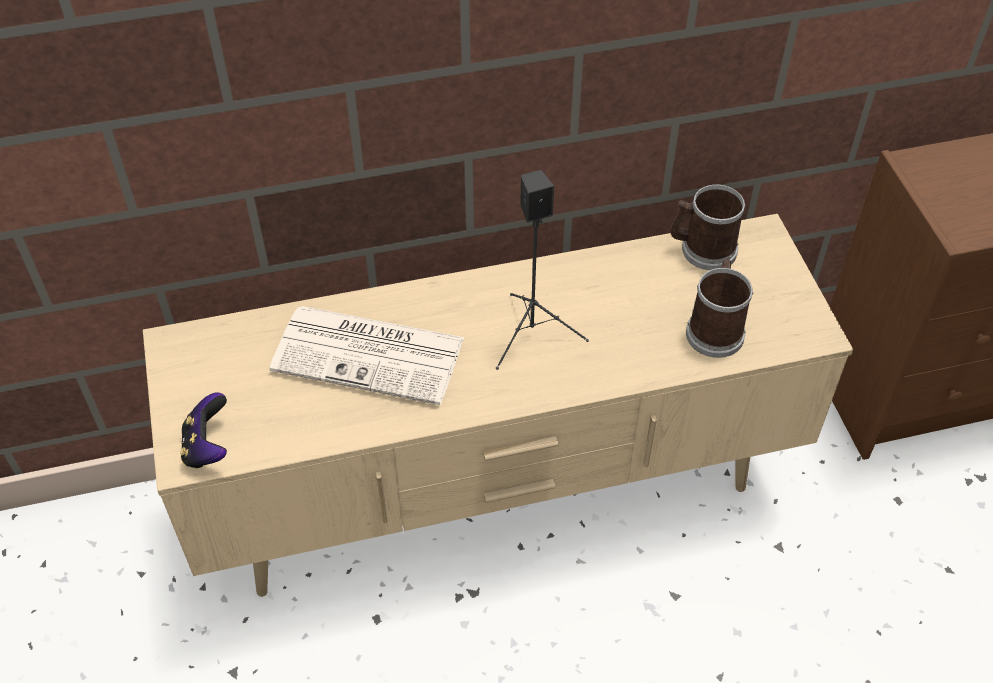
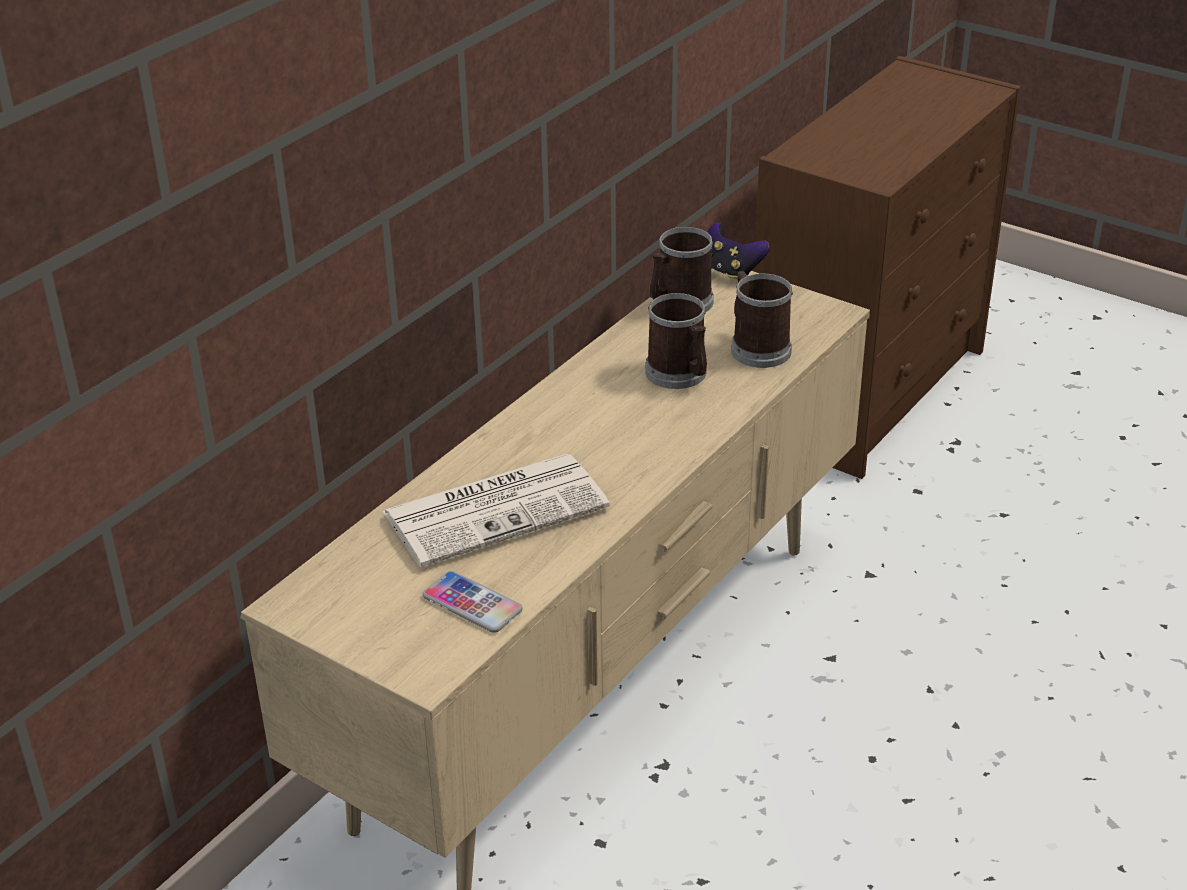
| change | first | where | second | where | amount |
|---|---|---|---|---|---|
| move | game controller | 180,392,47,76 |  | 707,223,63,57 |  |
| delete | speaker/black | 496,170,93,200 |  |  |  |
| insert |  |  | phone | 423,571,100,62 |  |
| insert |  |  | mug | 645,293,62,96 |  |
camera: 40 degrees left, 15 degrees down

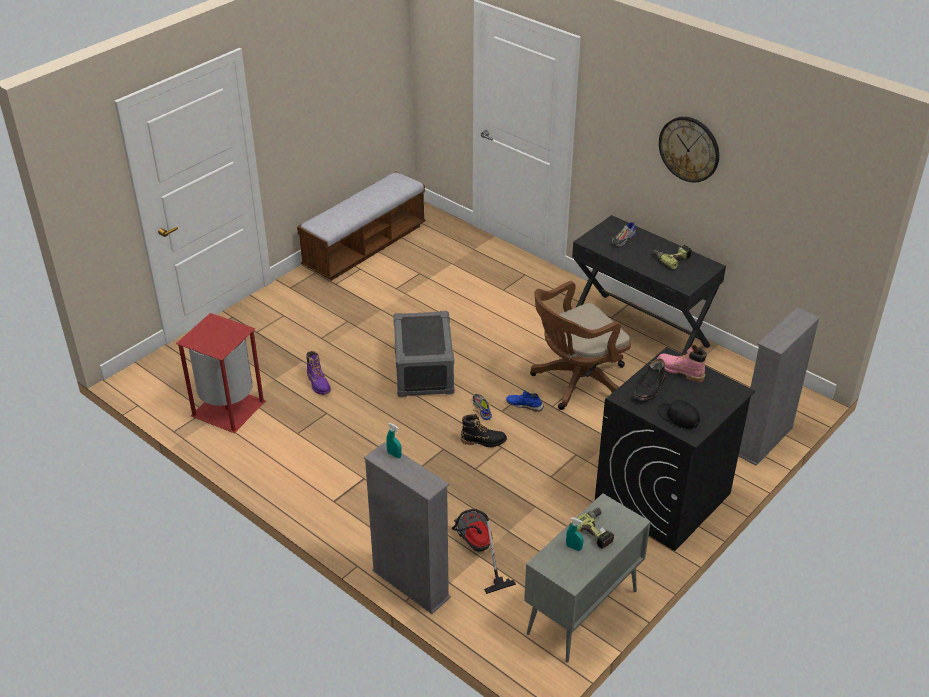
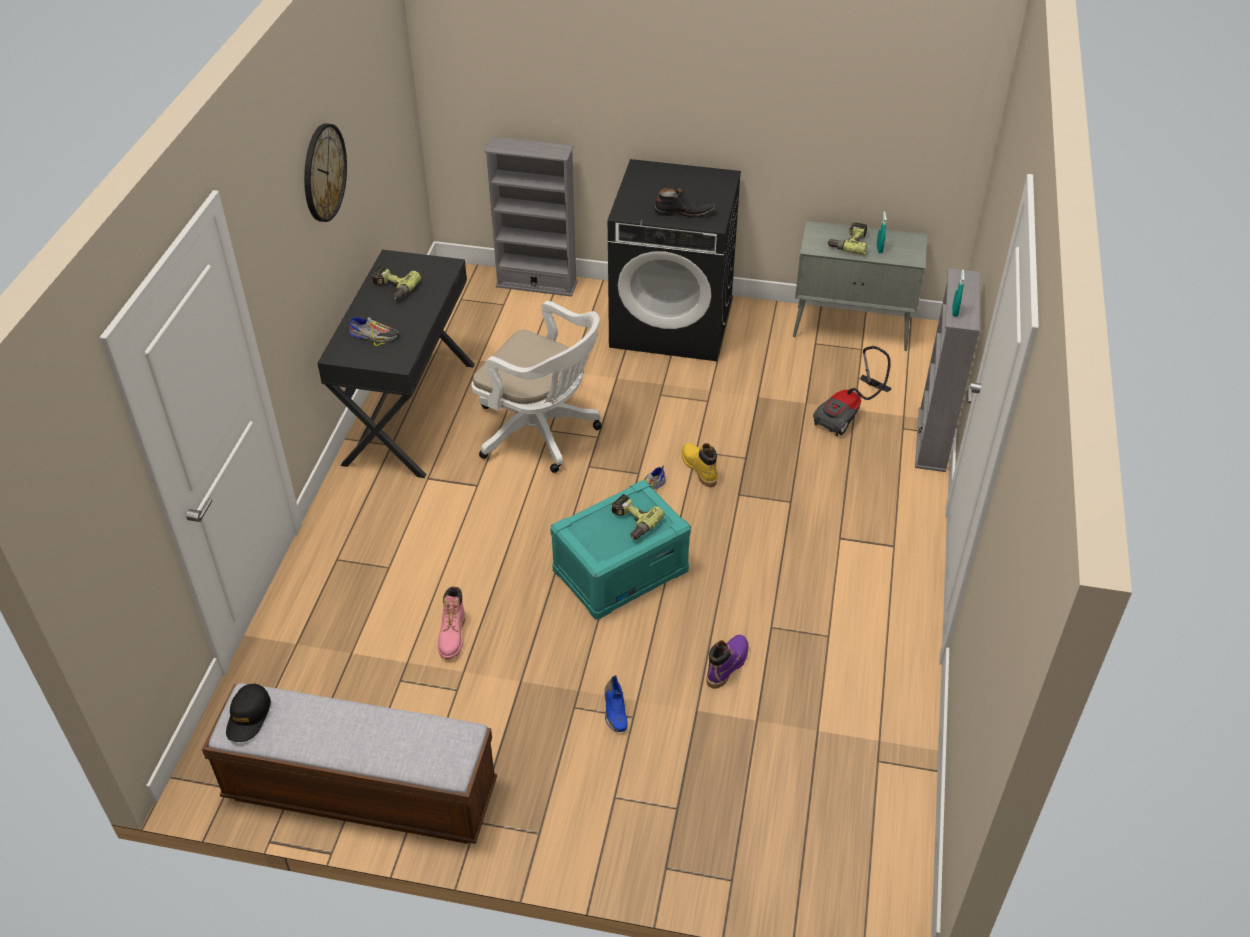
| change | first | where | second | where | amount |
|---|---|---|---|---|---|
| delete | trash can/red | 176,313,90,120 |  |  |  |
| recolor | storage box/grey | 393,311,62,86 | storage box/turquoise | 550,480,141,139 |  |
| recolor | boot/black | 460,414,47,33 | boot/yellow | 681,443,37,44 |  |
| move | shoe/blue | 506,390,38,22 |  | 604,675,24,57 |  |
| recolor | office chair/brown | 530,281,101,129 | office chair/white | 471,301,131,172 |  |
| move | boot/pink | 657,344,50,38 |  | 438,586,27,73 |  |
| move | cap/black | 657,400,43,29 |  | 226,684,45,58 |  |
| insert |  |  | power drill | 612,494,52,46 |  |
camera: 120 degrees left, 5 degrees up

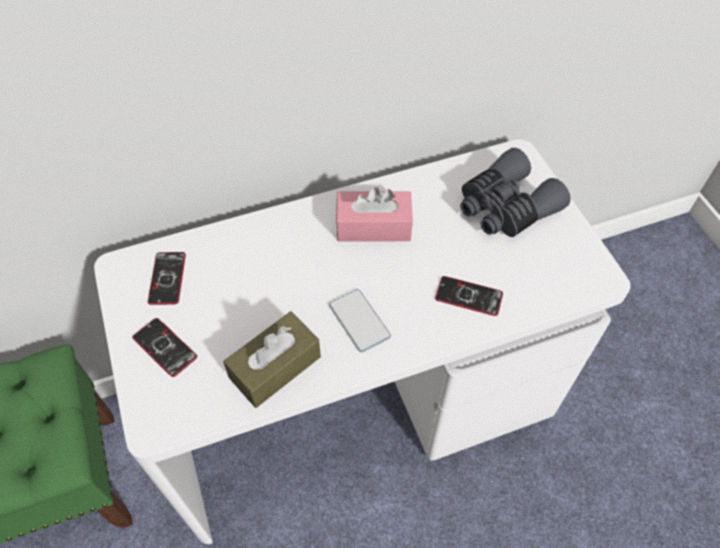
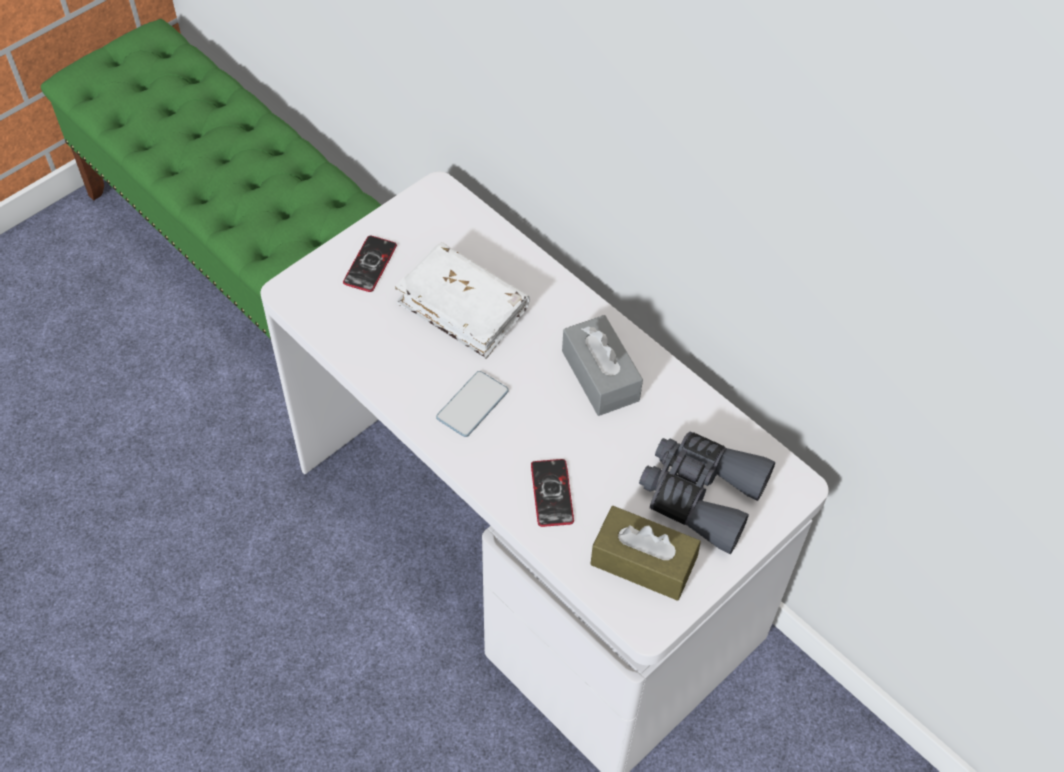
| change | first | where | second | where | amount |
|---|---|---|---|---|---|
| delete | phone | 148,252,38,53 |  |  |  |
| move | tissue box/brown | 223,312,98,96 |  | 591,506,110,95 |  |
| recolor | tissue box/pink | 336,187,77,55 | tissue box/grey | 562,315,81,101 |  |
| insert |  |  | book/white | 395,242,135,117 |  |
camera: 65 degrees right, 0 degrees up

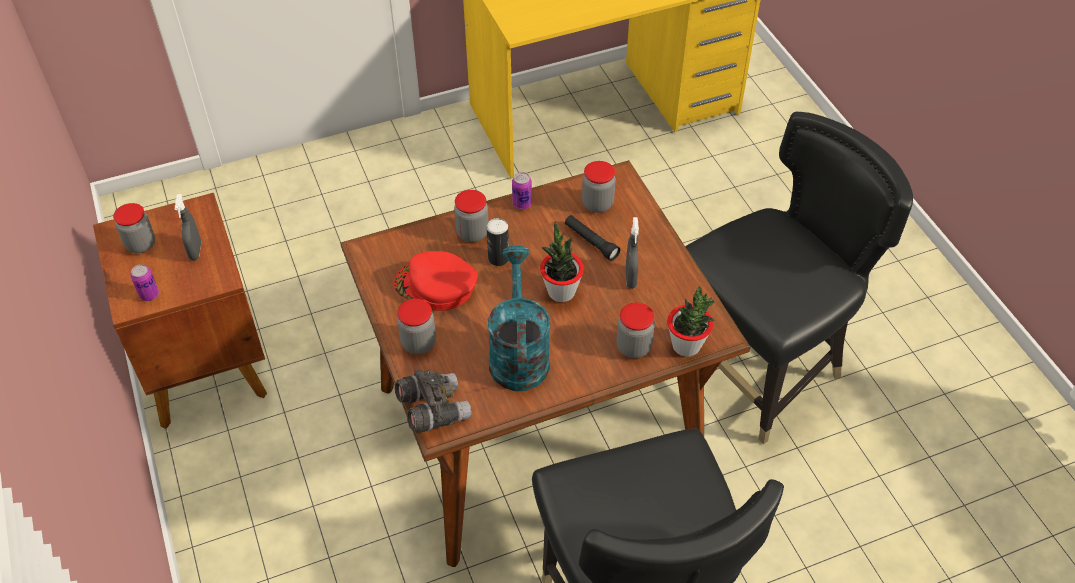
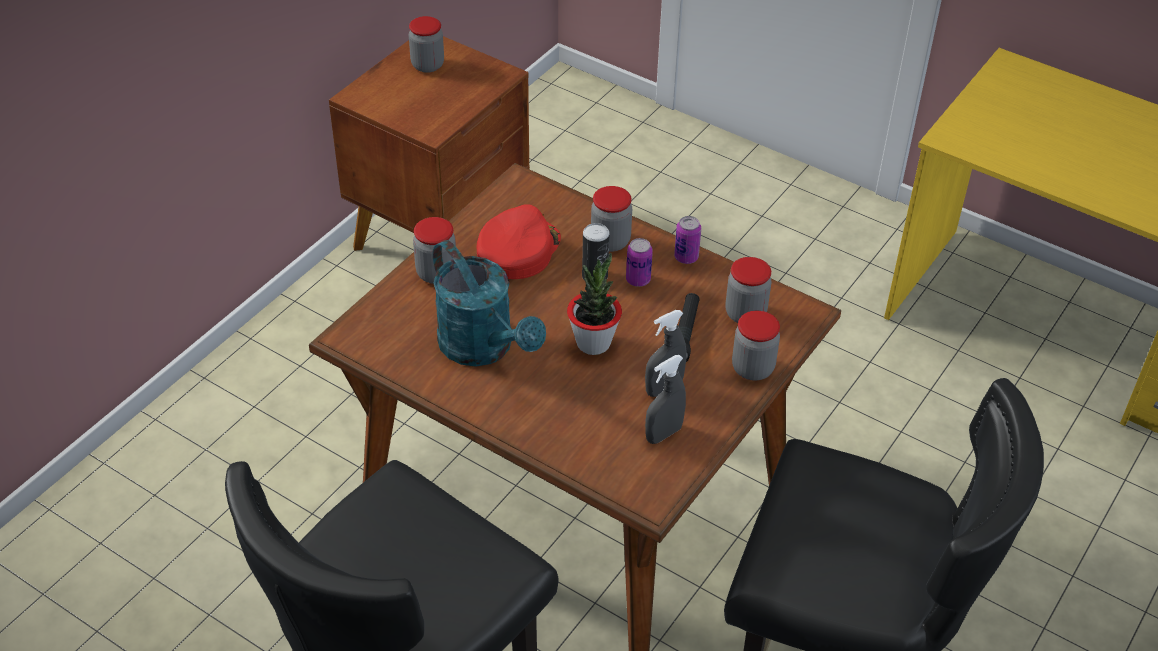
| change | first | where | second | where | amount |
|---|---|---|---|---|---|
| move | can | 131,264,28,37 |  | 626,238,27,49 |  |
| move | spray bottle/grey | 175,194,26,67 |  | 645,355,41,89 |  |
| rotate | cap/red | 394,251,84,60 |  | 477,204,84,75 | 45 degrees clockwise |
| delete | binoculars/grey | 395,370,76,62 |  |  |  |
| rotate | watering can/turquoise | 488,246,62,145 |  | 433,240,113,127 | 90 degrees clockwise |
| move | jar | 617,303,38,55 |  | 732,311,48,70 |  |
| delete | potted plant | 667,285,48,72 |  |  |  |
camera: 55 degrees right, 5 degrees down

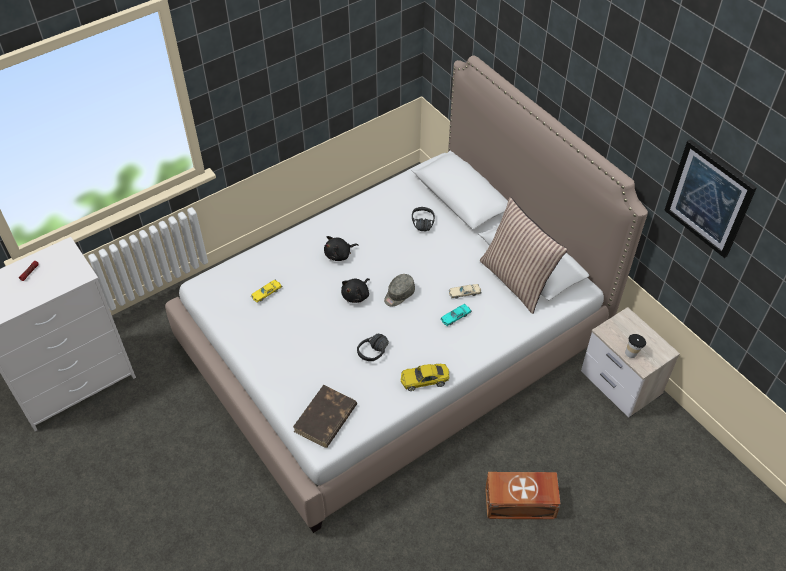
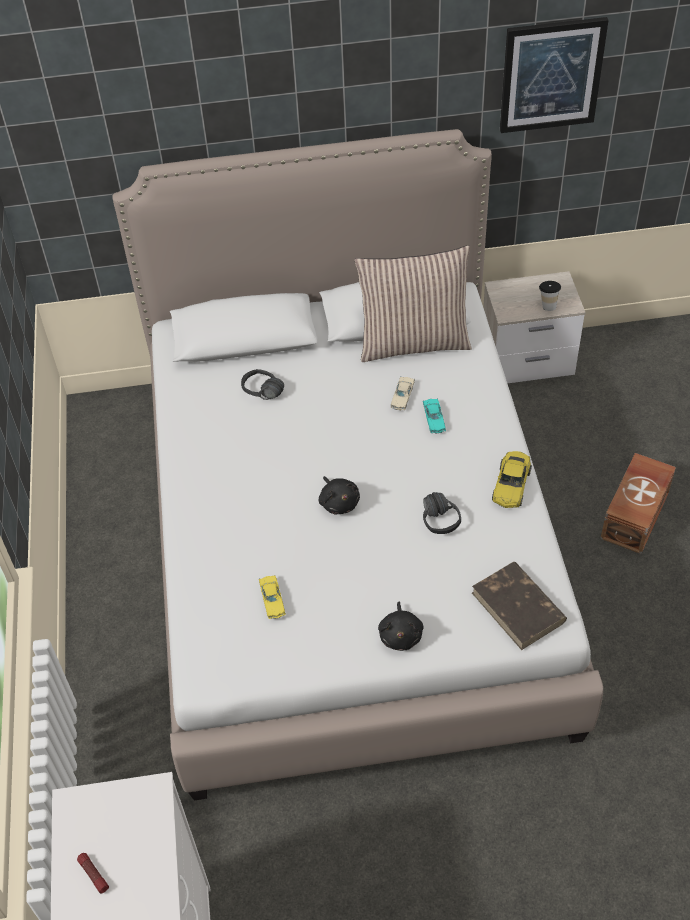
| change | first | where | second | where | amount |
|---|---|---|---|---|---|
| move | plush toy/black | 324,236,35,25 |  | 378,602,46,49 |  |
| delete | cap/grey | 384,274,31,32 |  |  |  |
camera: 60 degrees left, 0 degrees up

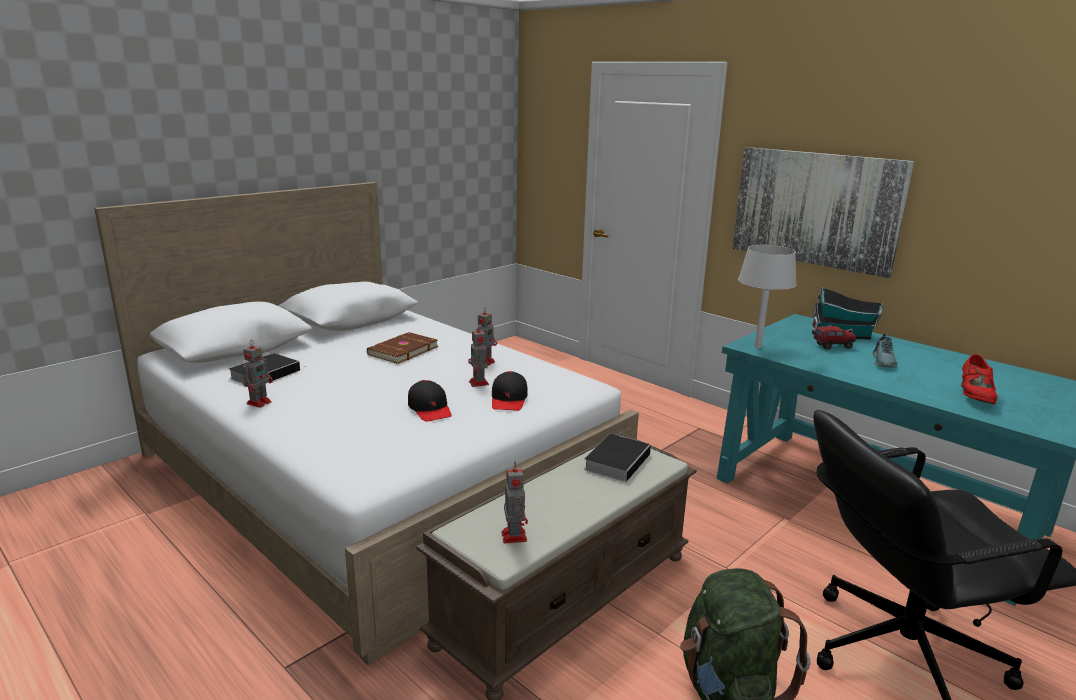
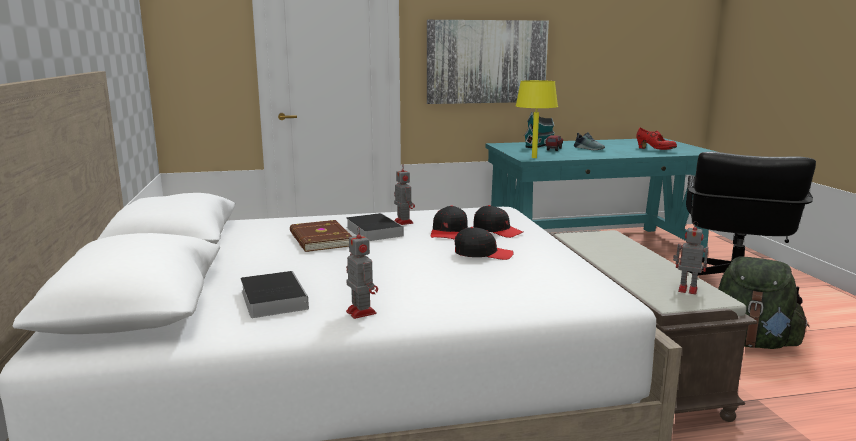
| change | first | where | second | where | amount |
|---|---|---|---|---|---|
| replace | toy robot | 468,324,21,63 | cap/black | 431,205,37,34 |  |
| move | book | 584,434,67,48 |  | 346,213,57,28 |  |
| recolor | table lamp/grey | 738,245,59,103 | table lamp/yellow | 516,80,42,78 |  |
camera: 55 degrees left, 5 degrees down

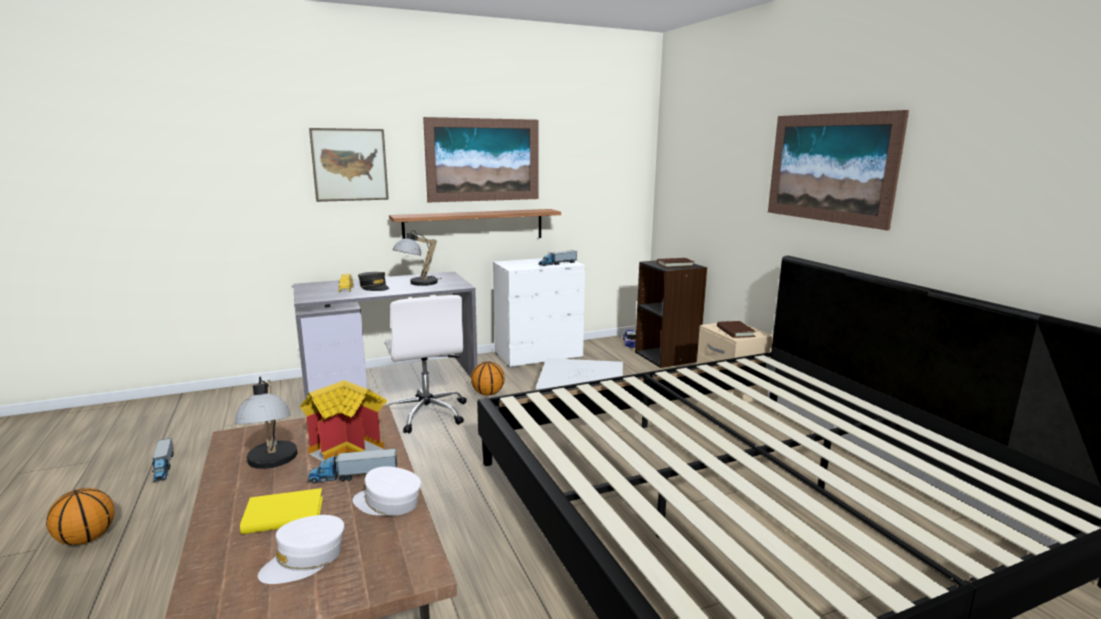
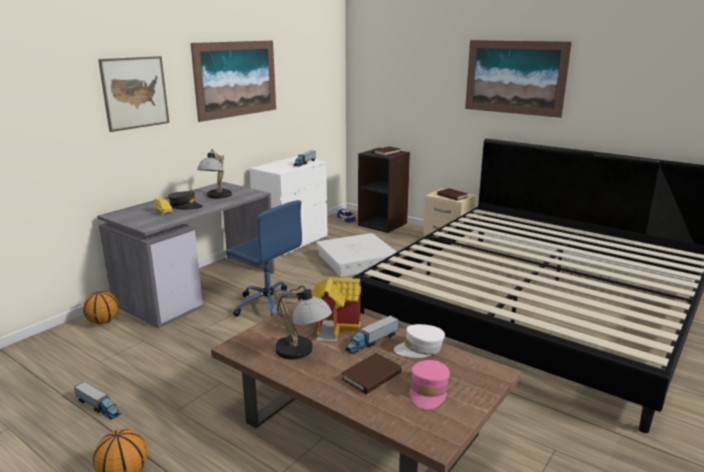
| change | first | where | second | where | amount |
|---|---|---|---|---|---|
| recolor | book/yellow | 240,488,83,46 | book/brown | 341,353,61,41 |  |
| recolor | cap/white | 258,515,86,69 | cap/pink | 410,360,40,49 |  |
| recolor | office chair/white | 385,295,82,139 | office chair/blue | 226,200,76,117 |  |
| delete | shelf | 389,209,172,30 |  |  |  |
| move | basketball | 471,361,34,35 |  | 83,291,36,33 |  |
camera: 30 degrees left, 5 degrees up

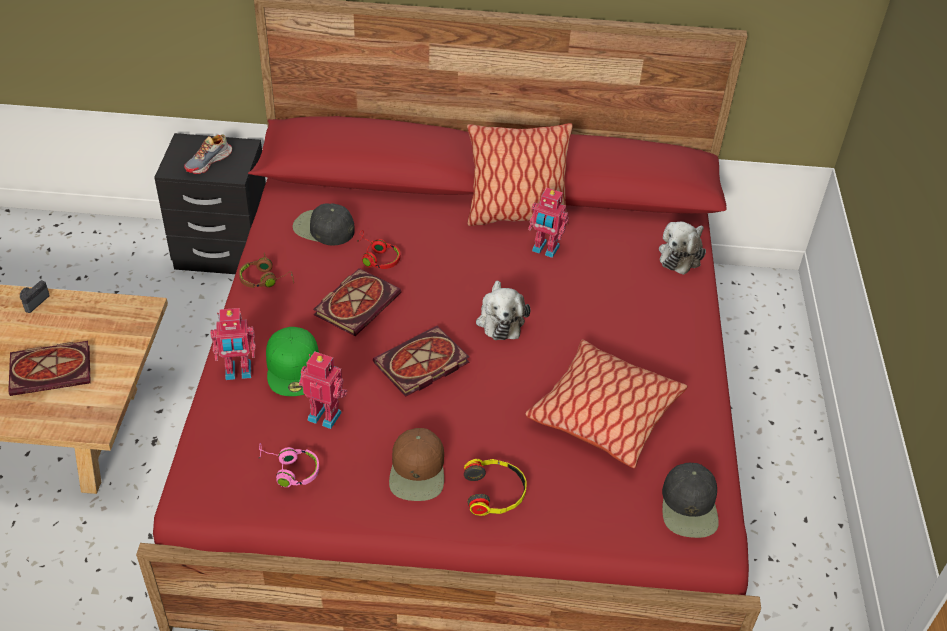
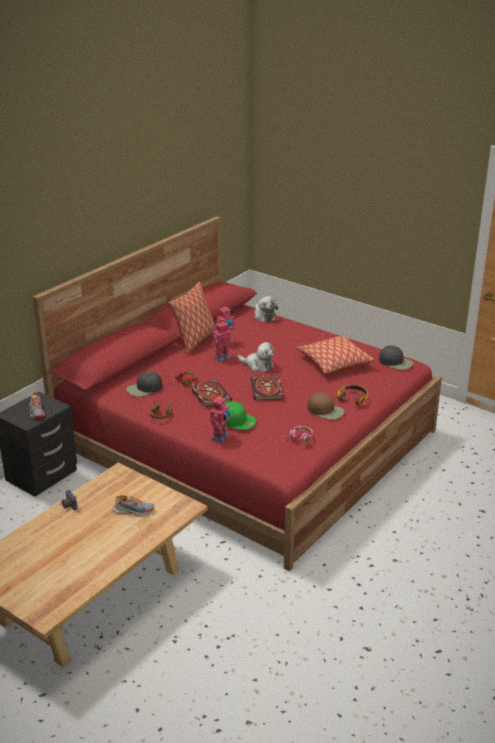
| change | first | where | second | where | amount |
|---|---|---|---|---|---|
| replace | book | 8,341,83,55 | shoe | 112,495,42,22 |  |
| move | toy robot | 299,352,48,77 |  | 211,322,21,40 |  |
camera: 55 degrees left, 15 degrees down

